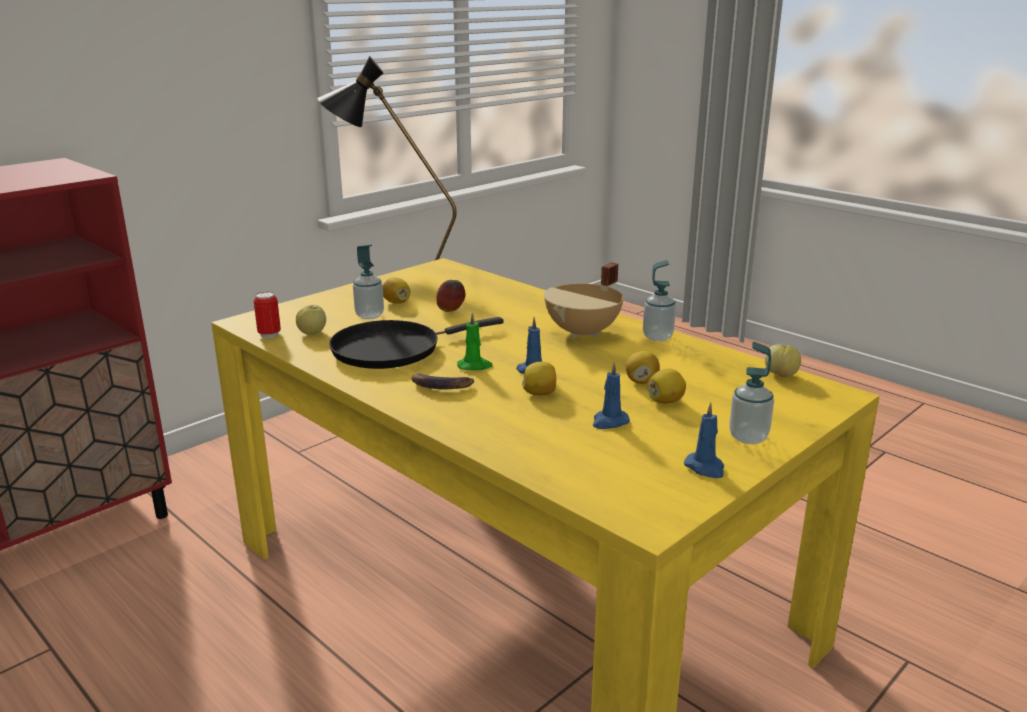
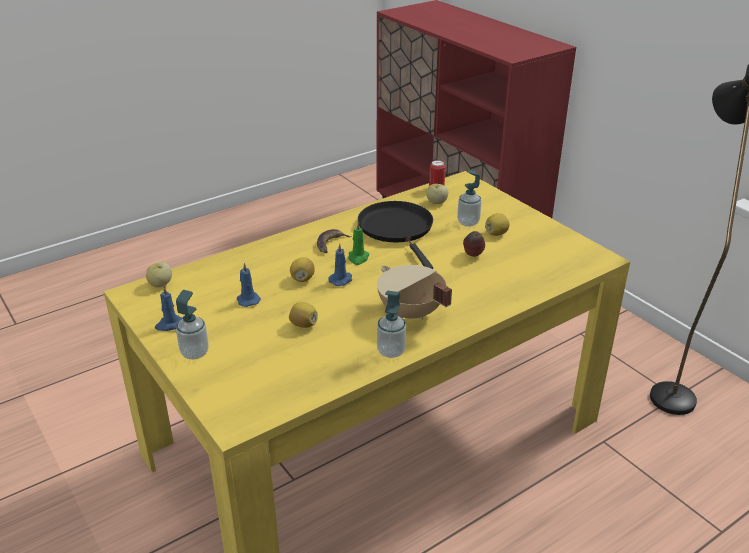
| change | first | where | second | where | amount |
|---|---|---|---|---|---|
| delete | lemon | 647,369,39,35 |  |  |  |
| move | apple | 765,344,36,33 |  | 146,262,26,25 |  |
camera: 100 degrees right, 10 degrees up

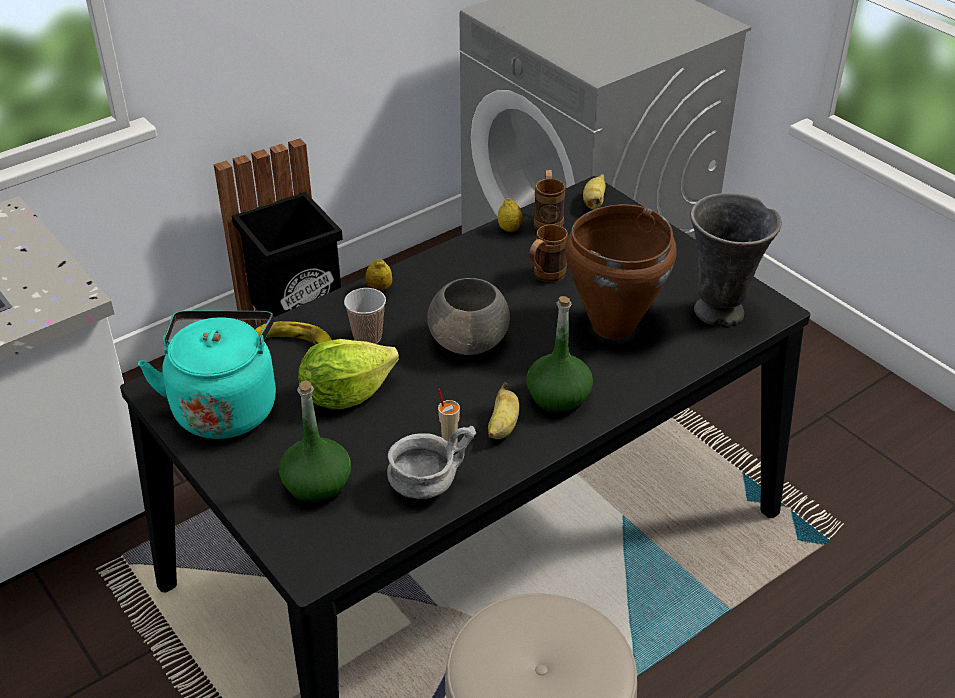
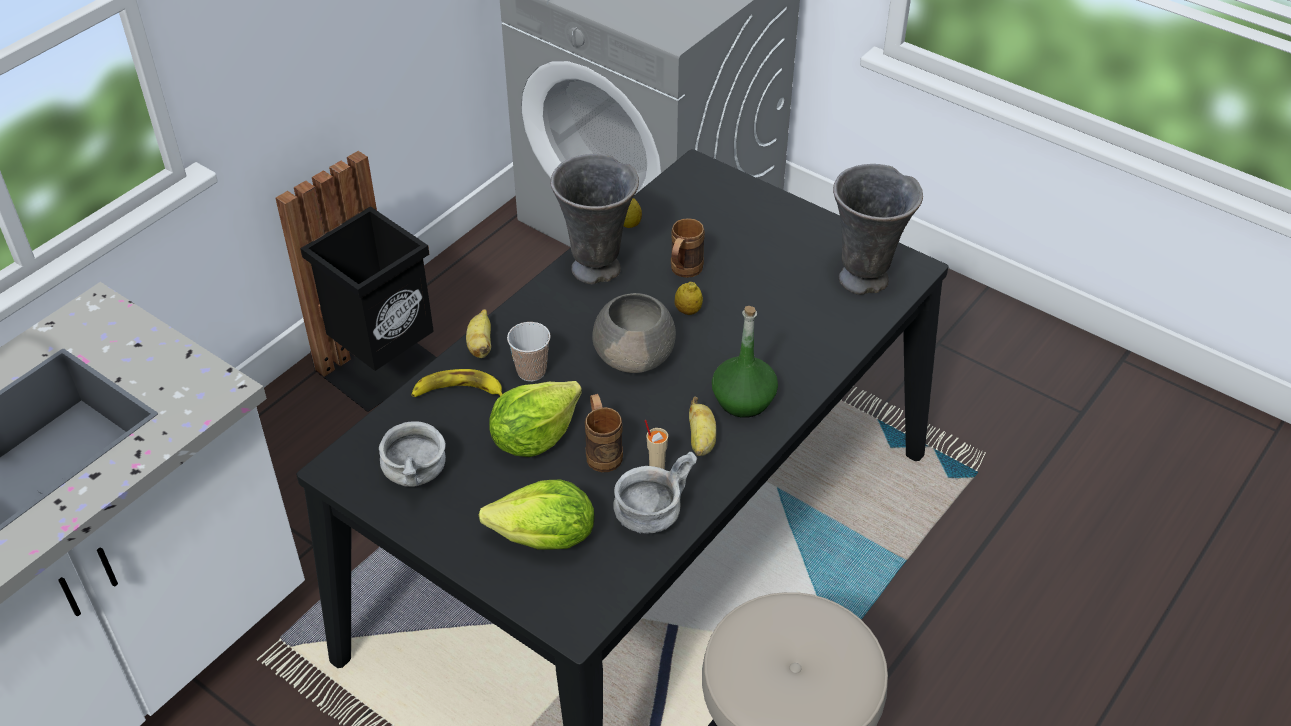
| change | first | where | second | where | amount |
|---|---|---|---|---|---|
| replace | kettle/turquoise | 138,311,138,128 | bowl/grey | 379,421,67,66 |  |
| replace | bottle/green | 279,380,72,125 | lettuce | 478,480,116,70 |  |
| move | lemon | 366,259,26,33 |  | 675,282,28,33 |  |
| move | mug/brown | 534,170,31,60 |  | 585,394,38,78 |  |
| delete | cooking pot/brown | 565,204,112,135 |  |  |  |
| move | banana | 583,174,23,36 |  | 466,309,25,49 |  |
| insert |  |  | vase/grey | 550,154,89,130 |  |
camera: 15 degrees left, 5 degrees up

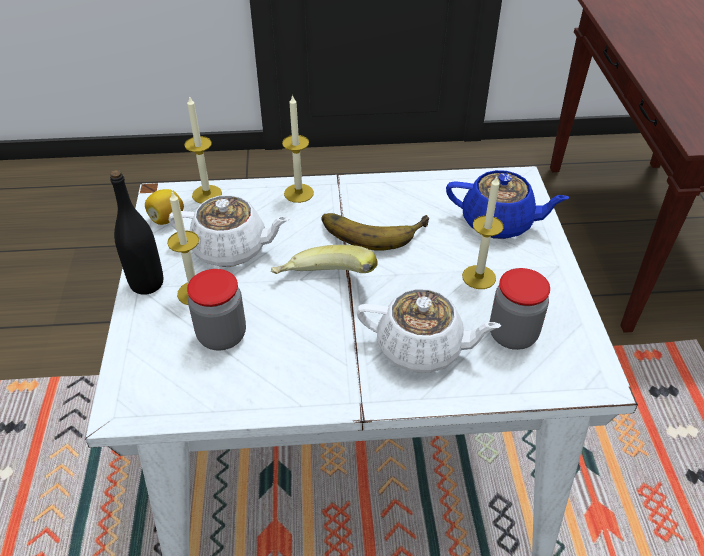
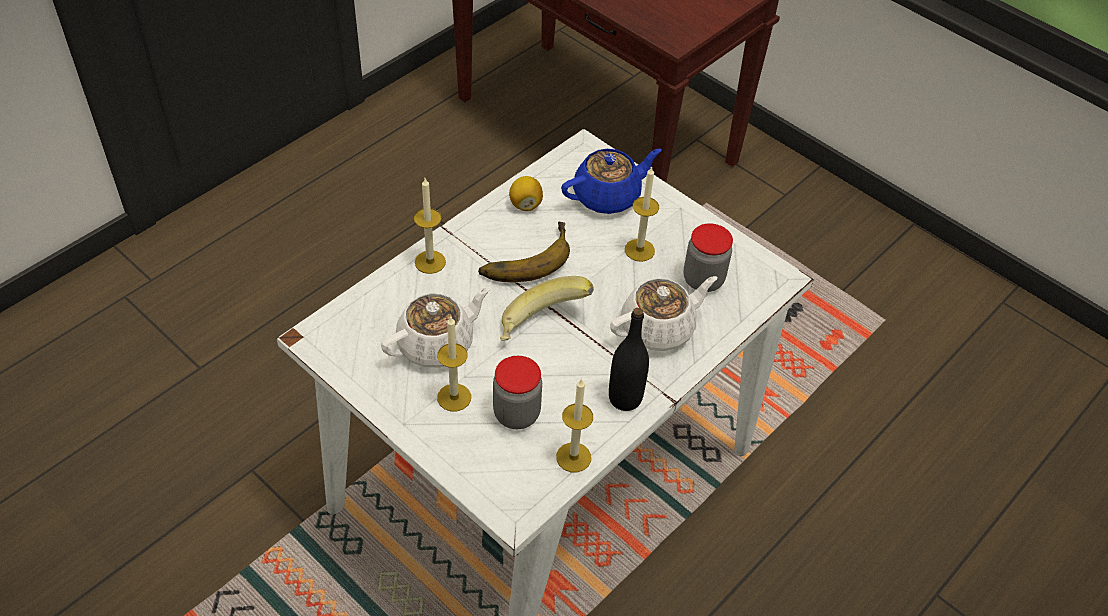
| change | first | where | second | where | amount |
|---|---|---|---|---|---|
| move | bottle/black | 110,170,53,125 |  | 609,308,40,103 |  |
| move | lemon | 145,189,39,36 |  | 509,176,34,35 |  |
| move | candle | 184,95,38,108 |  | 556,378,37,94 |  |
camera: 45 degrees left, 5 degrees up

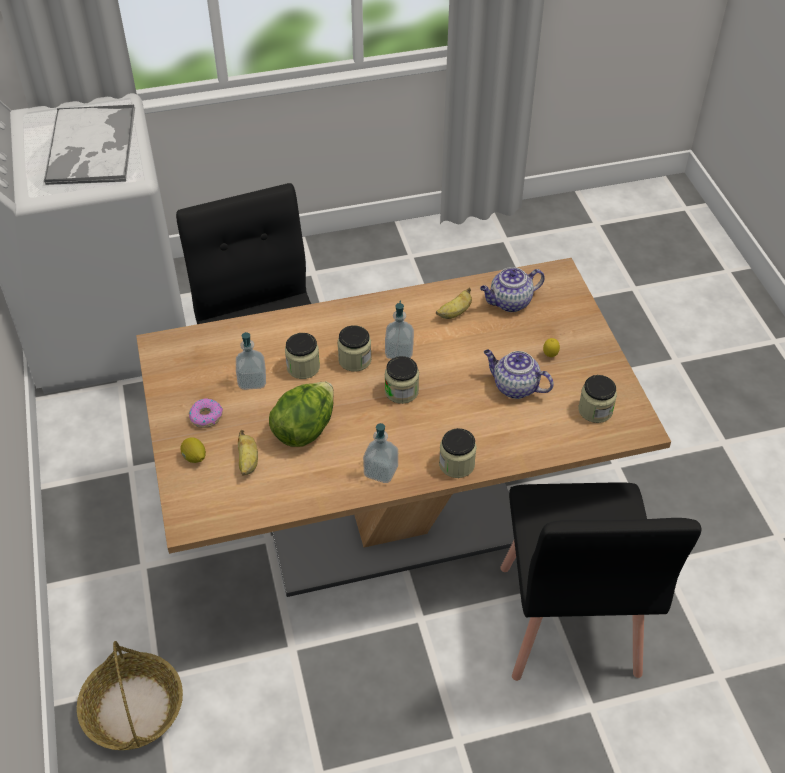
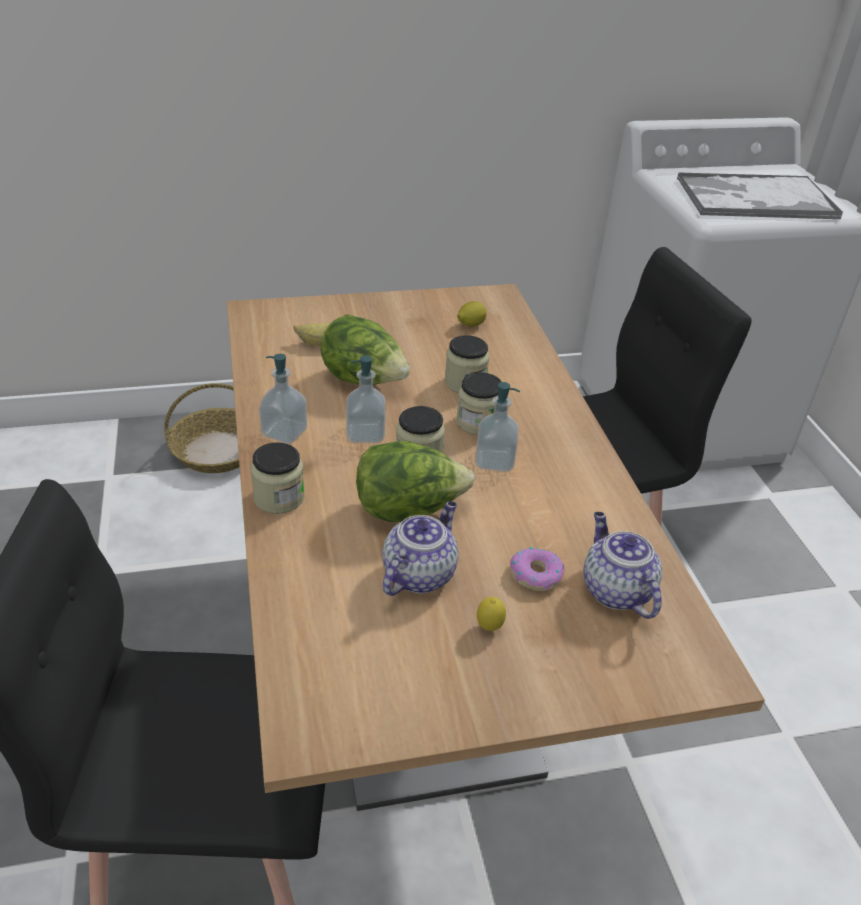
| change | first | where | second | where | amount |
|---|---|---|---|---|---|
| move | lemon | 180,437,26,26 |  | 457,301,30,26 |  |
| move | donut | 189,398,34,30 |  | 510,547,55,44 |  |
| move | soap dispenser | 236,332,30,58 |  | 346,356,40,87 |  |
| delete | banana | 436,288,36,31 |  |  |  |
| delete | jar | 578,375,39,48 |  |  |  |
| insert |  |  | lettuce | 356,441,118,81 |  |
camera: 90 degrees right, 10 degrees down

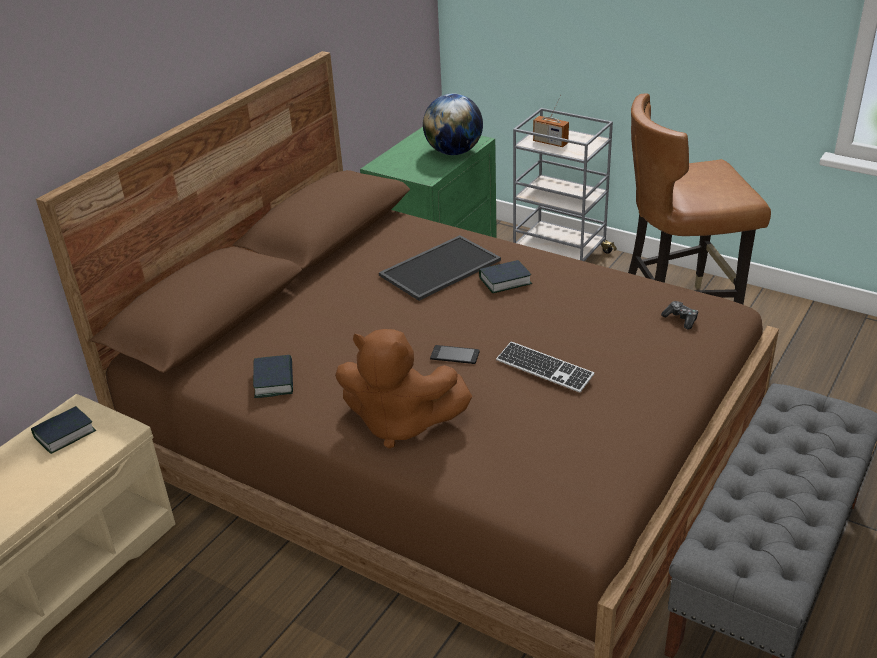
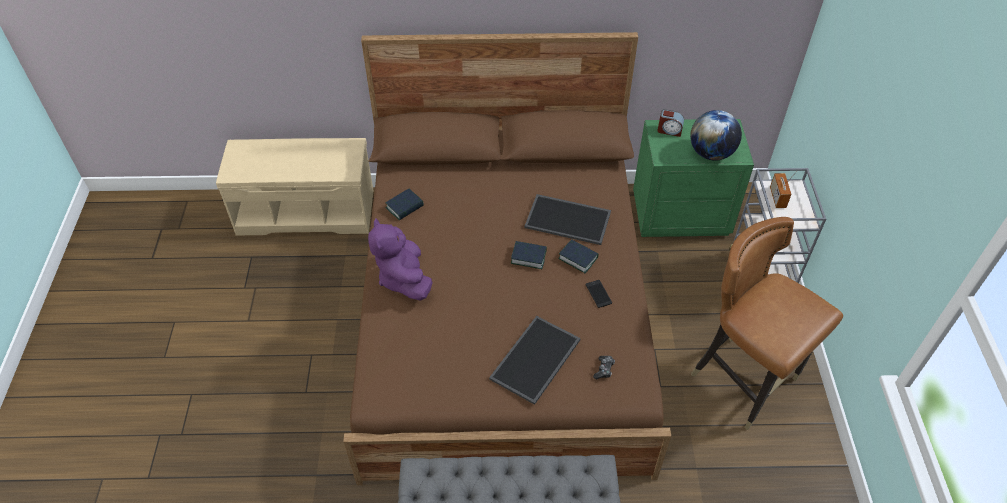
| change | first | where | second | where | amount |
|---|---|---|---|---|---|
| move | book | 31,406,65,48 |  | 511,241,36,28 |  |
| recolor | plush toy/brown | 335,329,137,120 | plush toy/purple | 368,218,65,82 |  |
| move | phone | 430,345,49,19 |  | 586,280,26,28 |  |
| delete | keyboard | 496,341,98,52 |  |  |  |
| insert |  |  | tray | 489,316,92,89 |  |
| insert |  |  | alarm clock | 658,109,26,28 |  |
camera: 55 degrees right, 15 degrees up

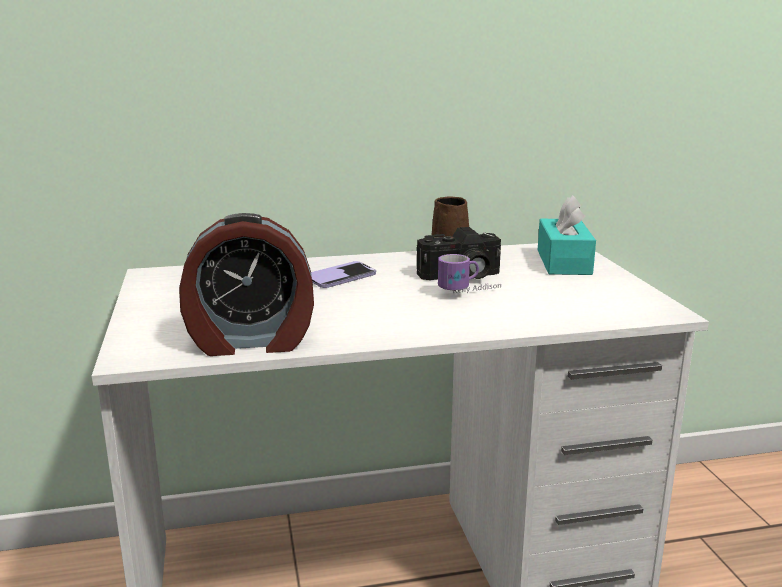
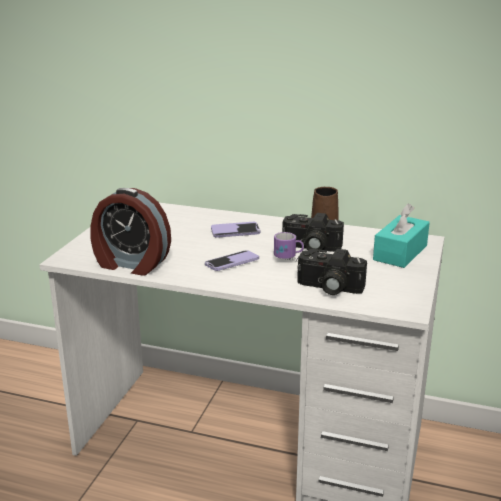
| change | first | where | second | where | amount |
|---|---|---|---|---|---|
| insert |  |  | phone | 205,250,54,21 |  |
| insert |  |  | photo camera | 297,249,70,46 |  |
camera: 30 degrees right, 5 degrees up

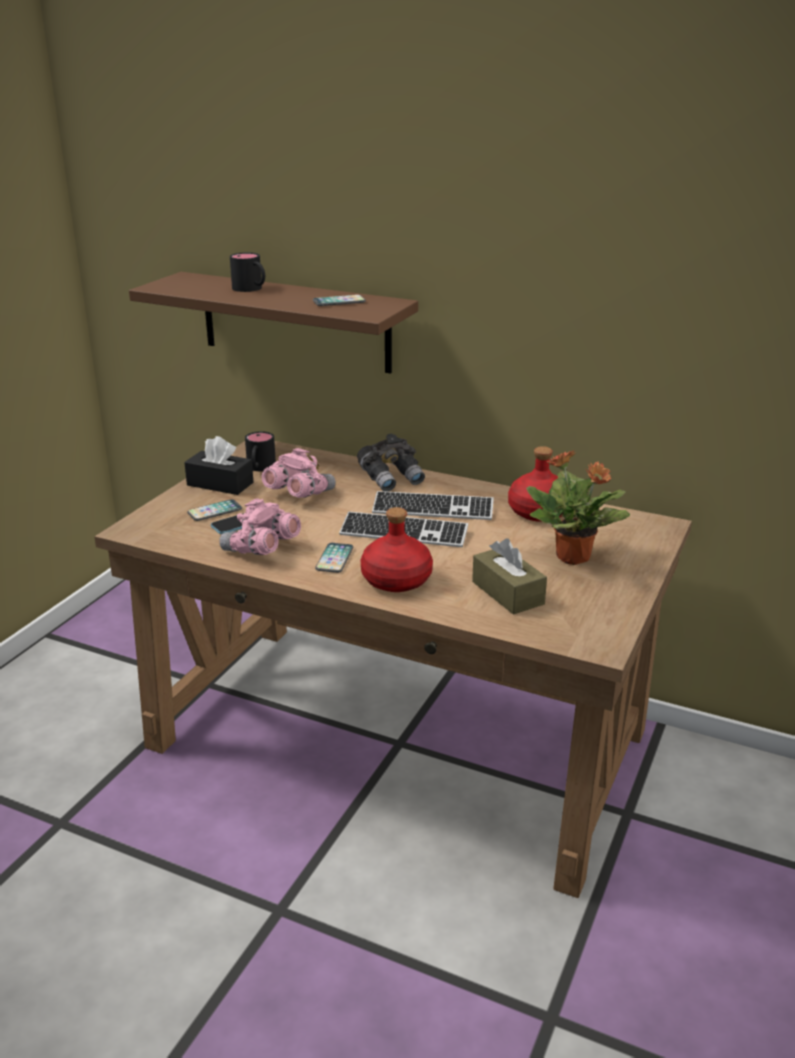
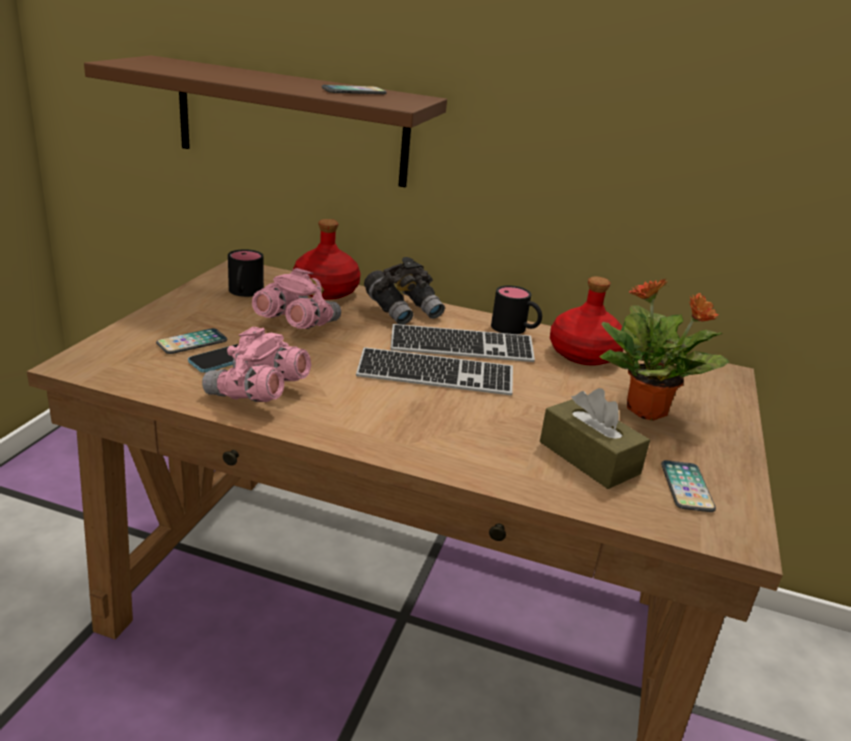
| change | first | where | second | where | amount |
|---|---|---|---|---|---|
| delete | tissue box/black | 184,436,70,59 |  |  |  |
| move | mug/black | 230,252,35,40 |  | 491,285,51,49 |  |
| move | phone | 315,543,38,30 |  | 661,460,55,52 |  |
| move | bottle/red | 360,507,73,85 |  | 293,219,68,81 |  |
camera: 10 degrees left, 0 degrees up

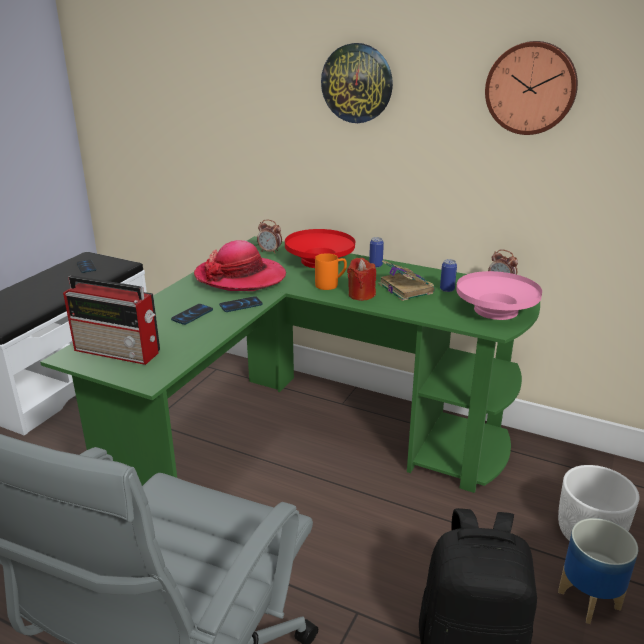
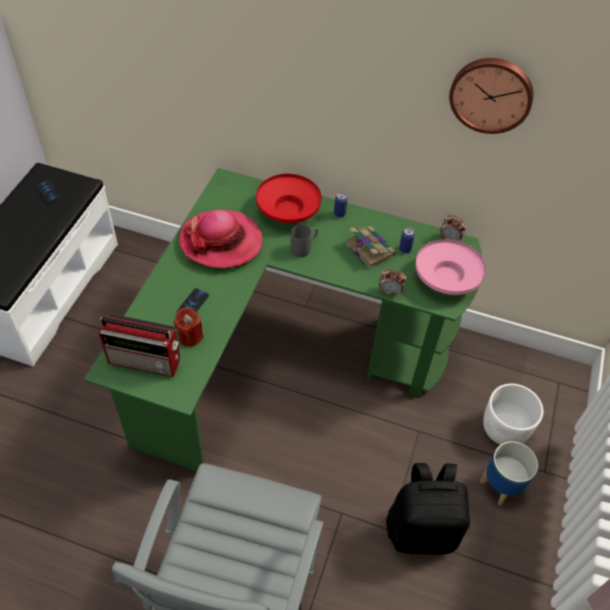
| change | first | where | second | where | amount |
|---|---|---|---|---|---|
| delete | phone | 219,296,43,16 |  |  |  |
| move | alarm clock | 257,220,25,34 |  | 379,269,27,27 |  |
| recolor | mug/orange | 315,253,32,37 | mug/grey | 290,225,28,32 |  |
| delete | wall clock | 321,43,72,80 |  |  |  |
| move | candle/red | 347,258,29,43 |  | 174,307,30,40 |  |
camera: 10 degrees left, 25 degrees up

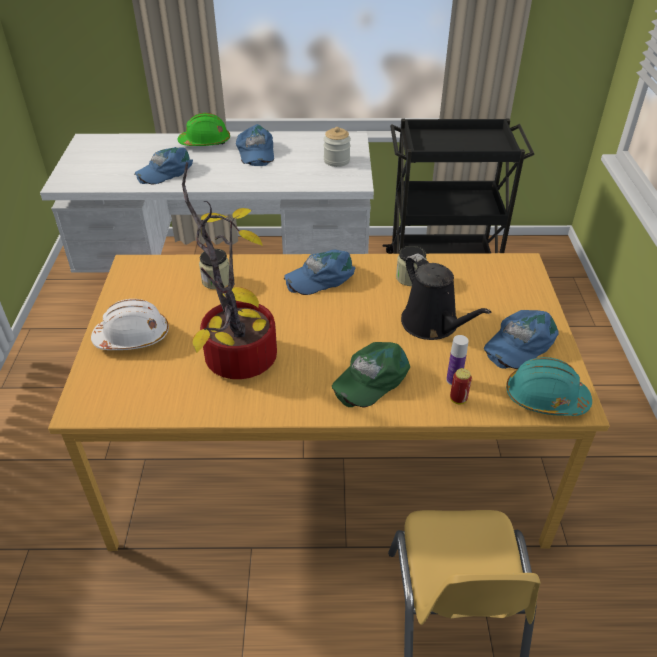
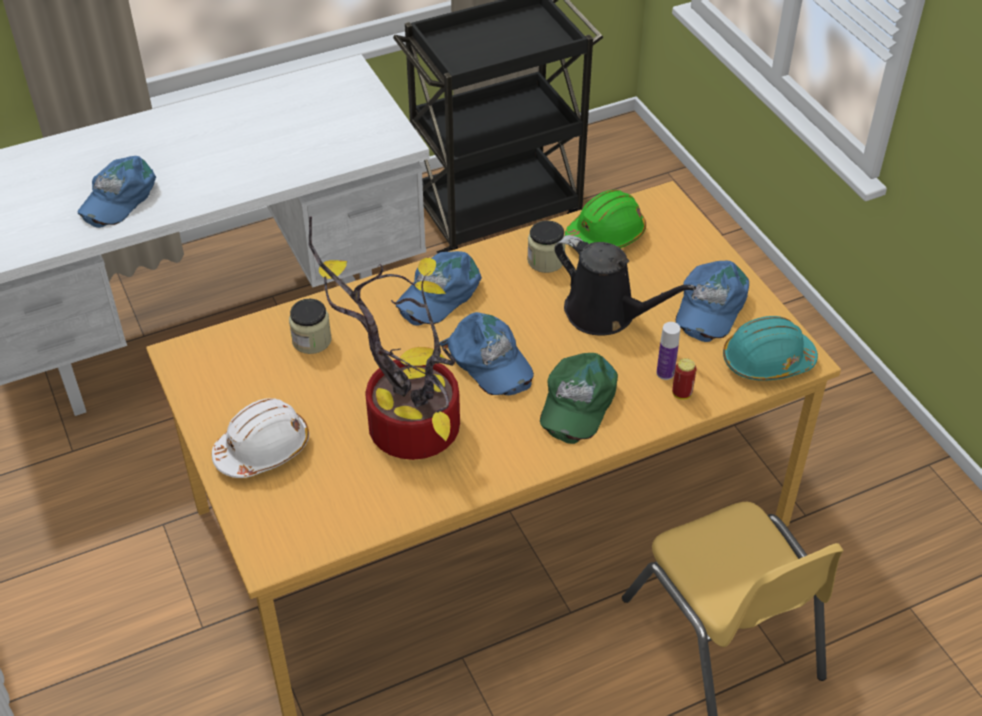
| change | first | where | second | where | amount |
|---|---|---|---|---|---|
| move | hard hat/green | 178,113,52,33 |  | 565,190,81,59 |  |
| move | cap/blue | 236,124,38,42 |  | 439,312,95,83 |  |
| delete | jar | 324,127,27,40 |  |  |  |
camera: 25 degrees left, 5 degrees up

